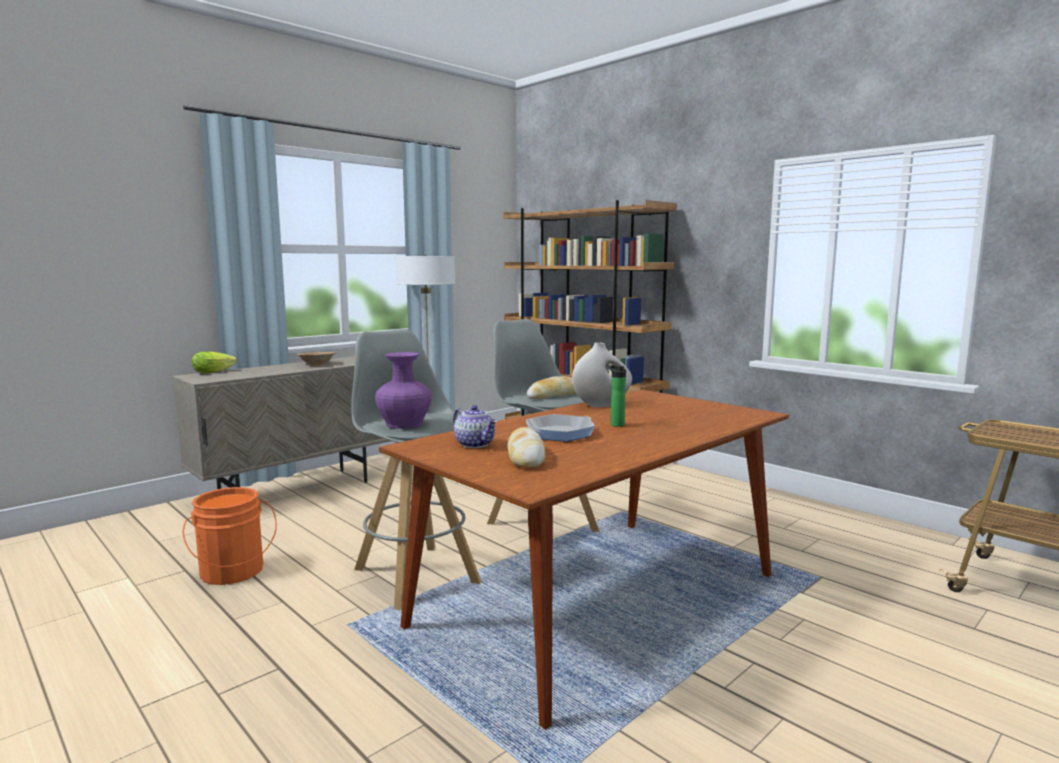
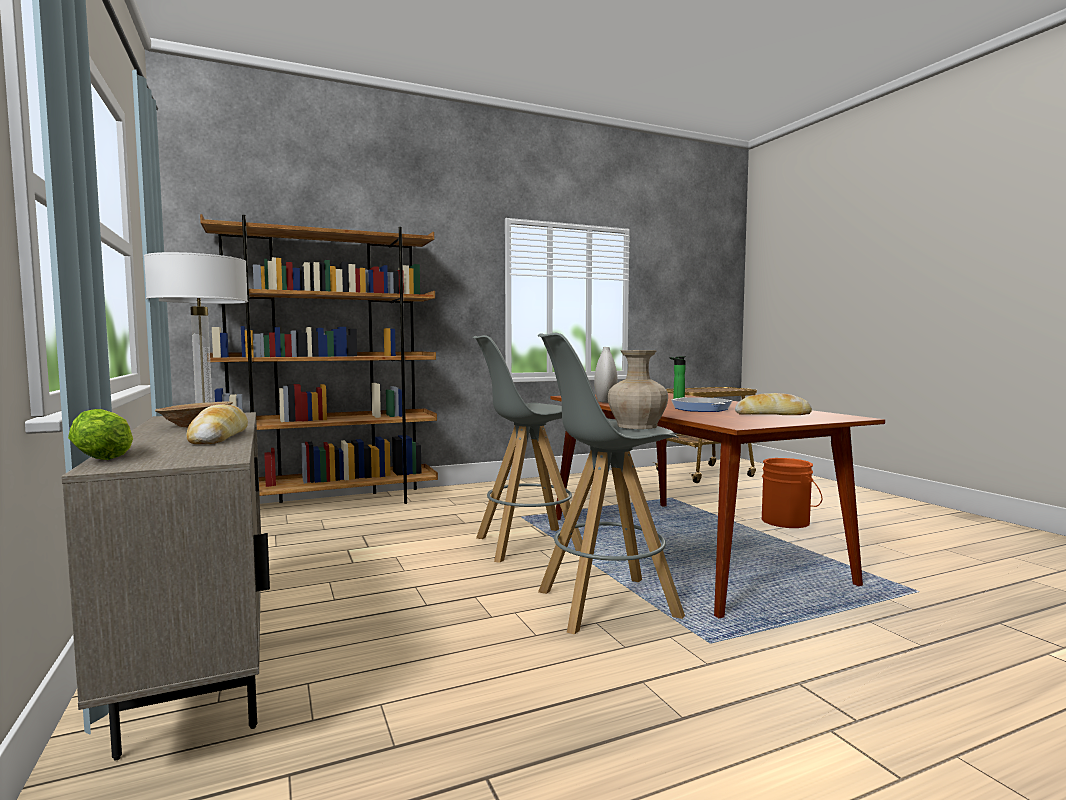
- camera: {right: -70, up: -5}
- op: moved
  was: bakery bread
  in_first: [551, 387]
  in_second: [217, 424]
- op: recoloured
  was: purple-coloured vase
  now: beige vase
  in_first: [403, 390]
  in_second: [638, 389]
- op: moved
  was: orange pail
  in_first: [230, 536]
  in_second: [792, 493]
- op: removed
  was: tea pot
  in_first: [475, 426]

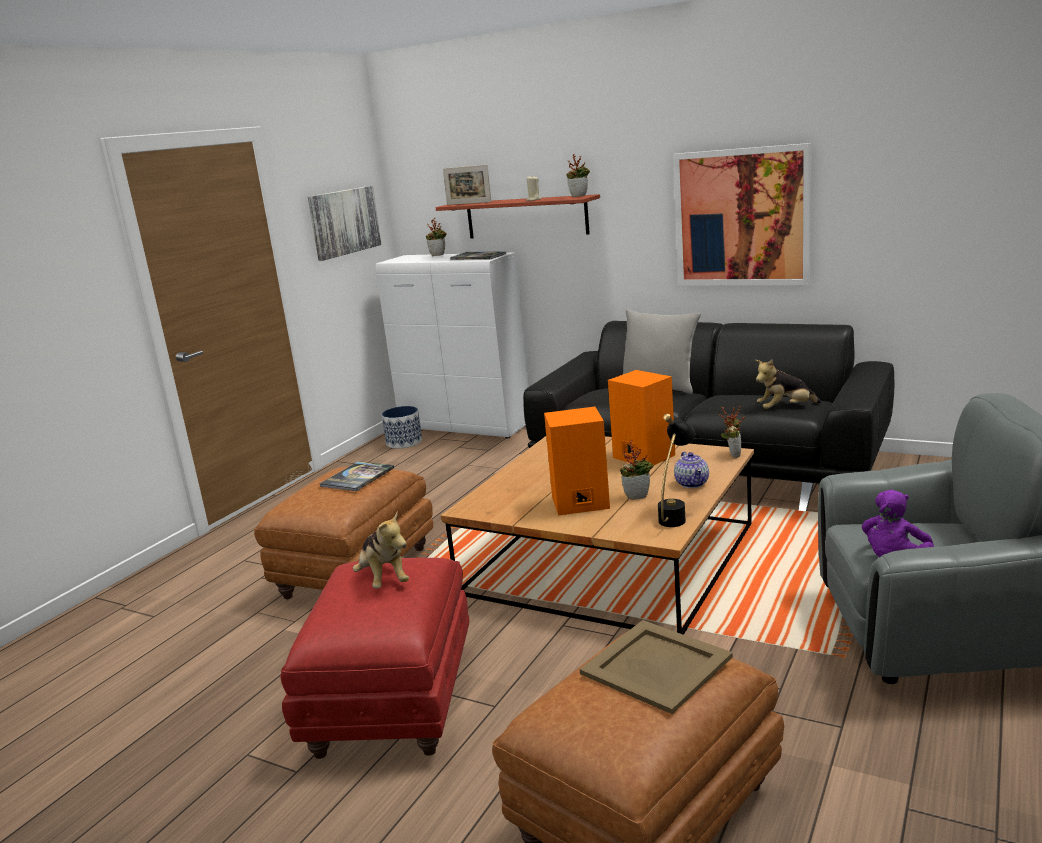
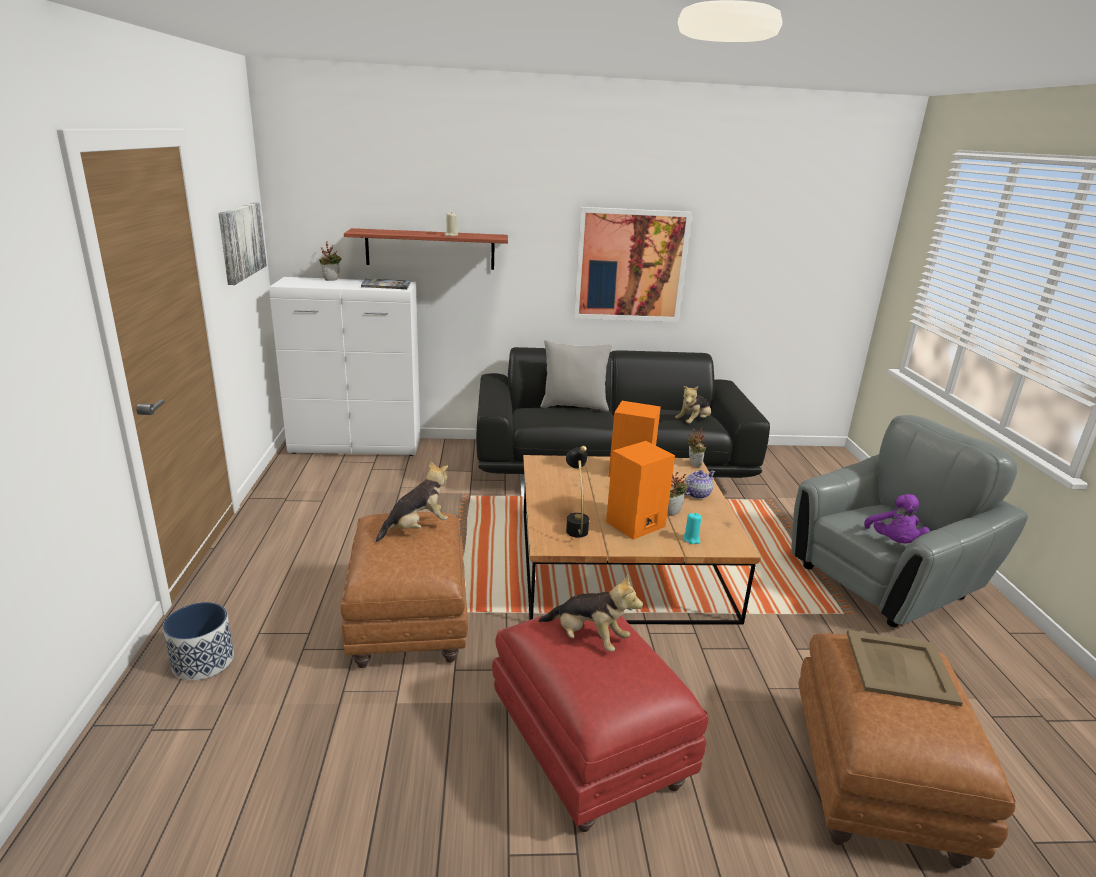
- camera: {right: -35, up: 5}
- op: moved
  was: flower pot
  in_first: [402, 427]
  in_second: [198, 641]
- op: replaced
  was: book
  now: soft toy
  in_first: [356, 476]
  in_second: [412, 501]
- op: moved
  was: black-coloured table lamp
  in_first: [676, 470]
  in_second: [577, 492]
- op: added
  now: turquoise wax candle
  in_second: [692, 528]
- op: turned
  was: tea pot
  in_first: [691, 469]
  in_second: [700, 484]
  clockwise: -90
- op: removed
  was: picture frame
  in_first: [467, 185]
- op: removed
  was: houseplant
  in_first: [578, 175]

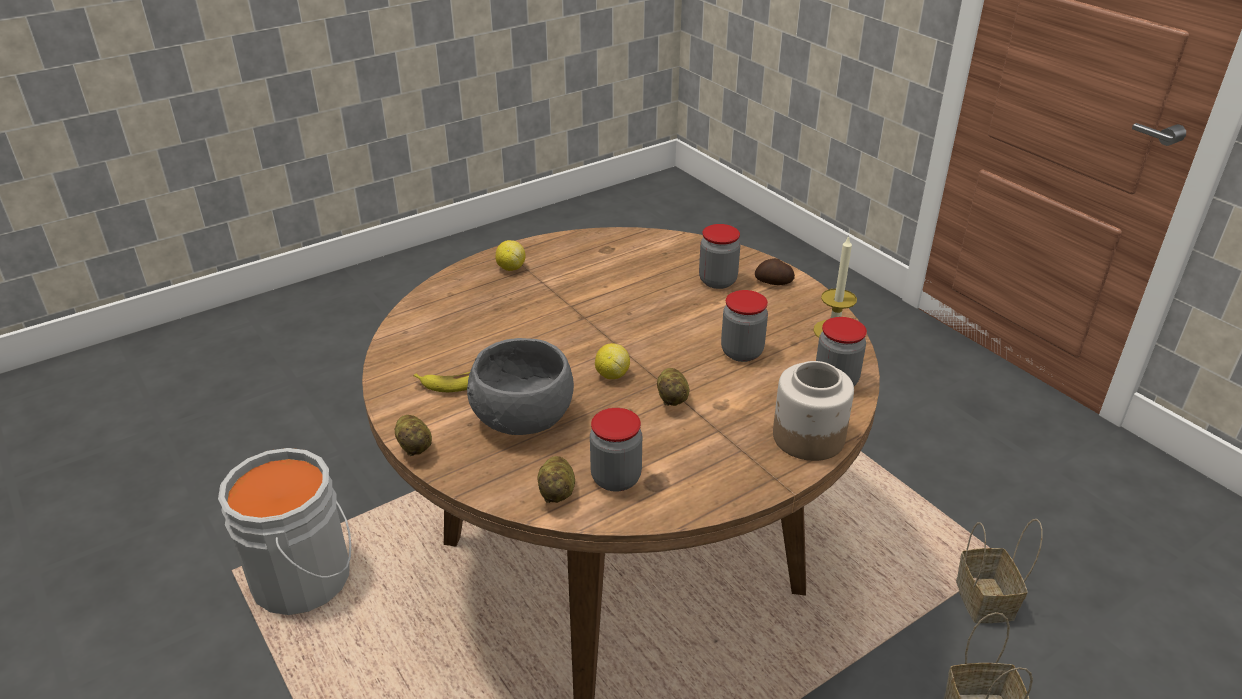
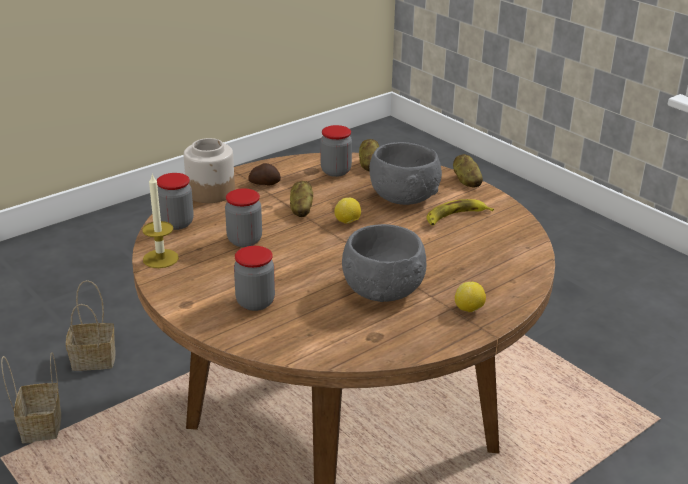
- camera: {right: 175, up: -5}
- op: moved
  was: spud
  in_first: [775, 271]
  in_second: [264, 174]
- op: added
  now: grey deep dish
  in_second: [384, 263]
- op: removed
  was: grey pail
  in_first: [284, 531]

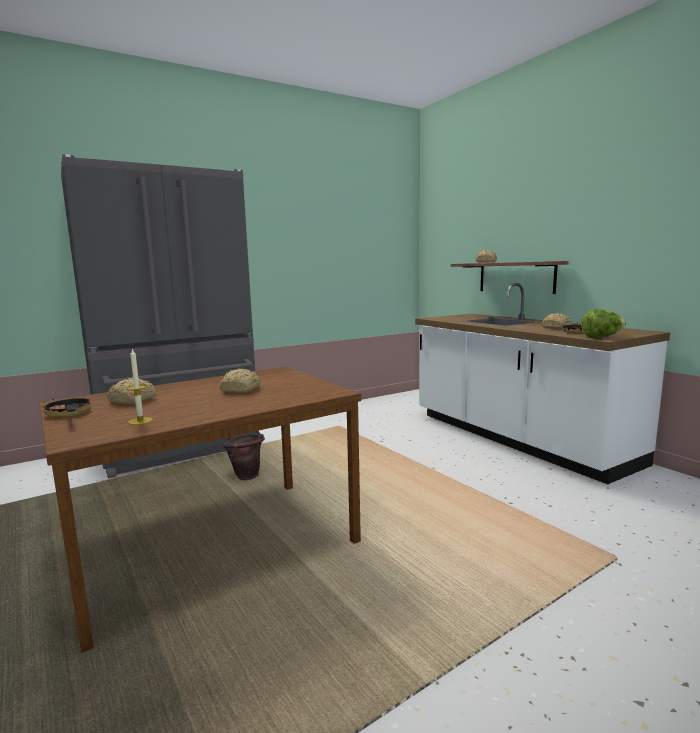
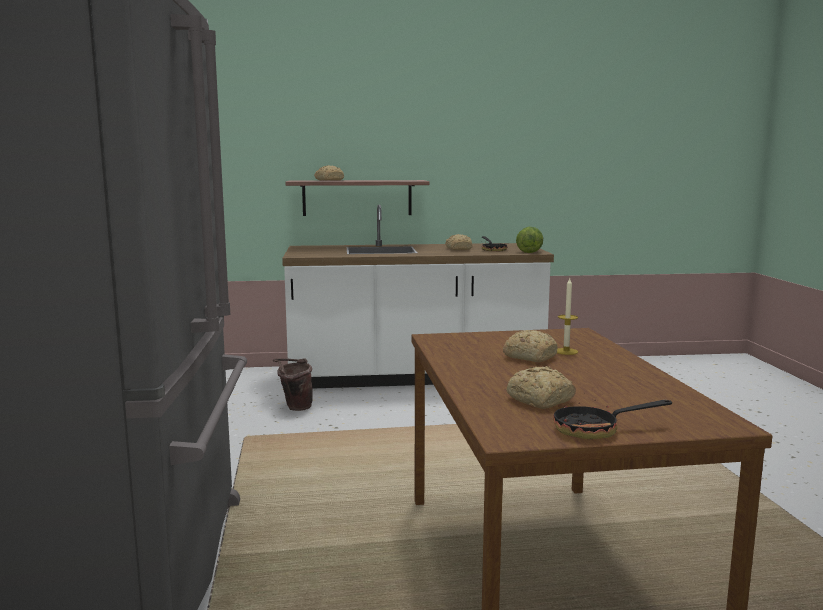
- camera: {right: -65, up: 0}
- op: moved
  was: brownish pail
  in_first: [244, 455]
  in_second: [293, 384]
- op: moved
  was: wax candle
  in_first: [139, 386]
  in_second: [567, 316]

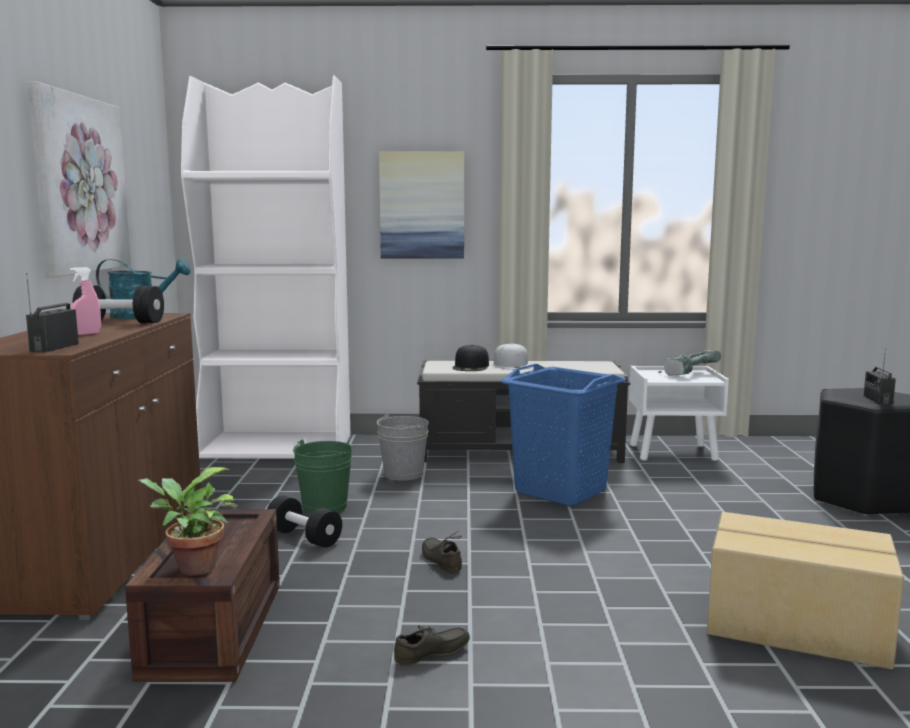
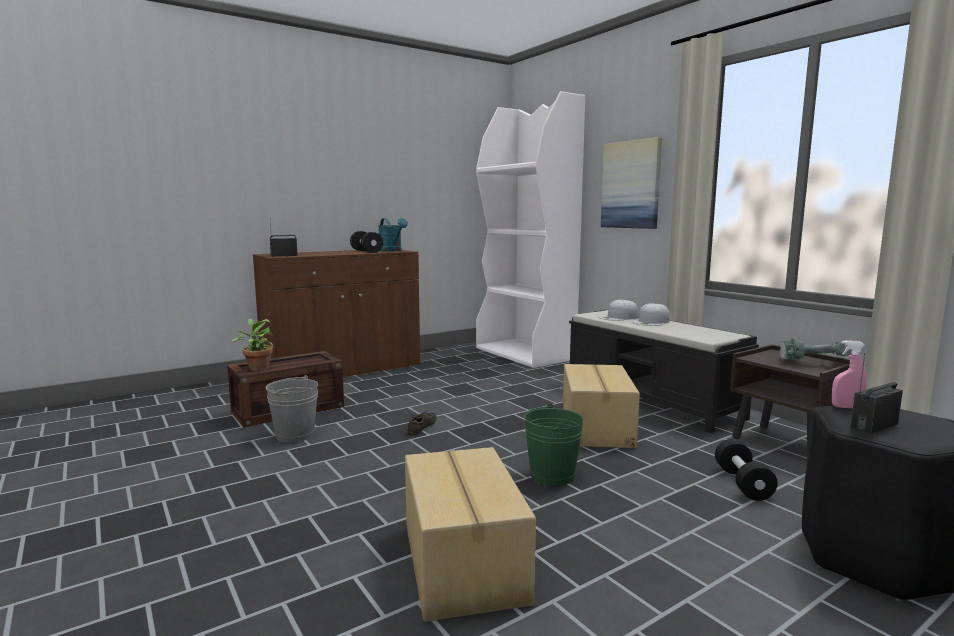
- camera: {right: 55, up: 0}
- op: moved
  was: grey pail
  in_first: [403, 447]
  in_second: [291, 408]
- op: moved
  was: green pail
  in_first: [322, 477]
  in_second: [554, 445]
- op: replaced
  was: blue-coloured laundry basket
  now: packing box
  in_first: [563, 435]
  in_second: [601, 406]
- op: recoloured
  was: black-coloured baseball cap
  now: whitish baseball cap
  in_first: [471, 358]
  in_second: [618, 310]
- op: moved
  was: black-coloured free weight
  in_first: [304, 521]
  in_second: [746, 470]
- op: recoloured
  was: whitish bedside table
  now: brownish bedside table
  in_first: [679, 413]
  in_second: [790, 402]
- op: moved
  was: pink-coloured sprayer
  in_first: [85, 301]
  in_second: [849, 374]
- op: removed
  was: wall art
  in_first: [79, 179]
- op: removed
  was: grey low shoe
  in_first: [432, 646]

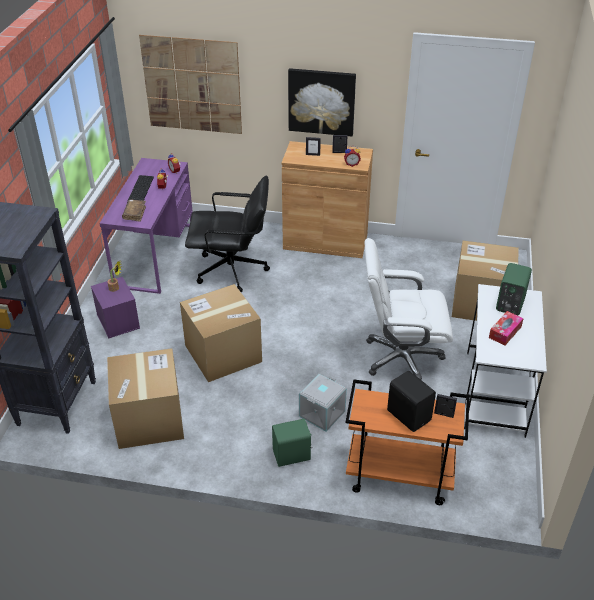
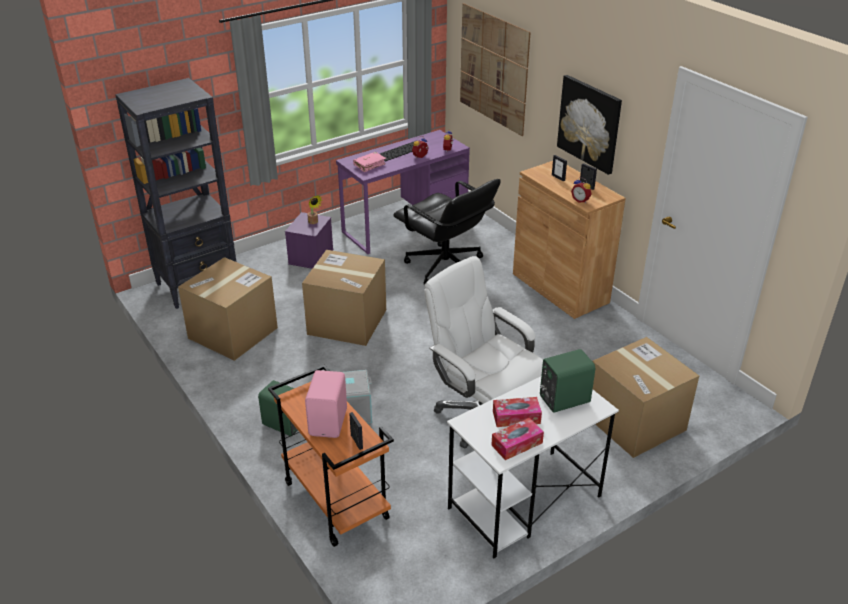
- camera: {right: 45, up: -5}
- op: recoloured
  was: black-coloured loudspeaker
  now: pink-coloured loudspeaker
  in_first: [411, 401]
  in_second: [326, 404]
- op: recoloured
  was: brownish book
  now: pink-coloured book
  in_first: [134, 210]
  in_second: [369, 162]
- op: added
  now: tissue holder
  in_second: [517, 439]

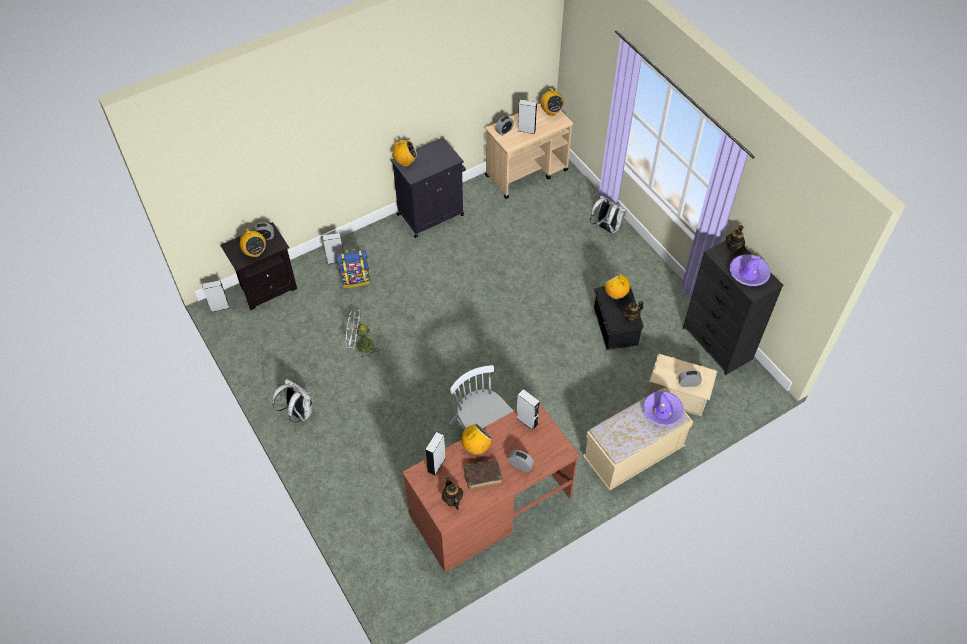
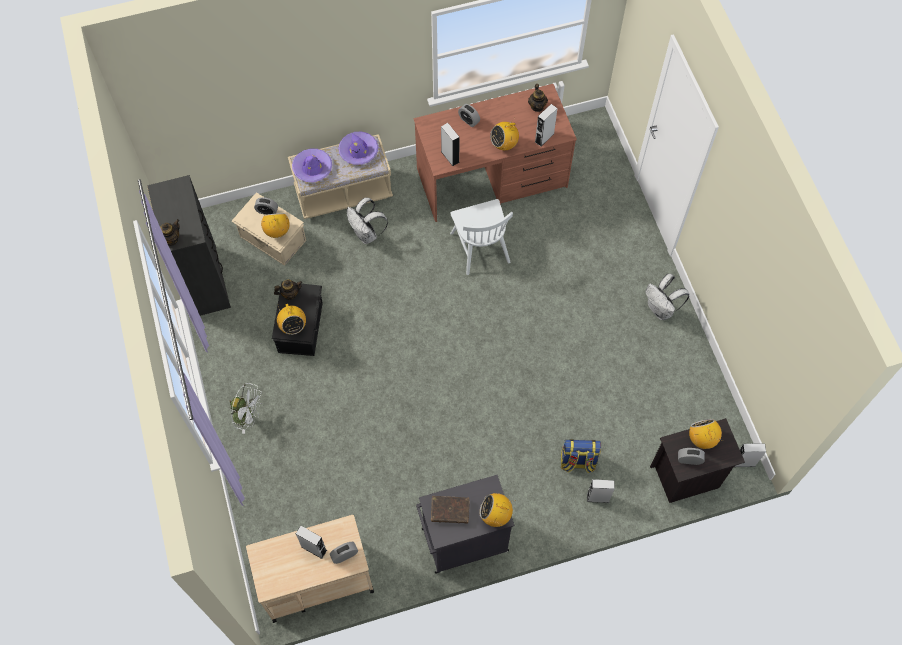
- camera: {right: -165, up: 10}
- op: moved
  was: whitish electric fan
  in_first: [362, 333]
  in_second: [245, 408]
- op: moved
  was: radio
  in_first: [552, 102]
  in_second: [275, 225]
- op: moved
  was: purple-coloured hat
  in_first: [750, 270]
  in_second: [358, 148]
- op: moved
  was: whitish rucksack
  in_first: [608, 214]
  in_second: [367, 221]
- op: moved
  was: brownish book
  in_first: [483, 474]
  in_second: [450, 510]

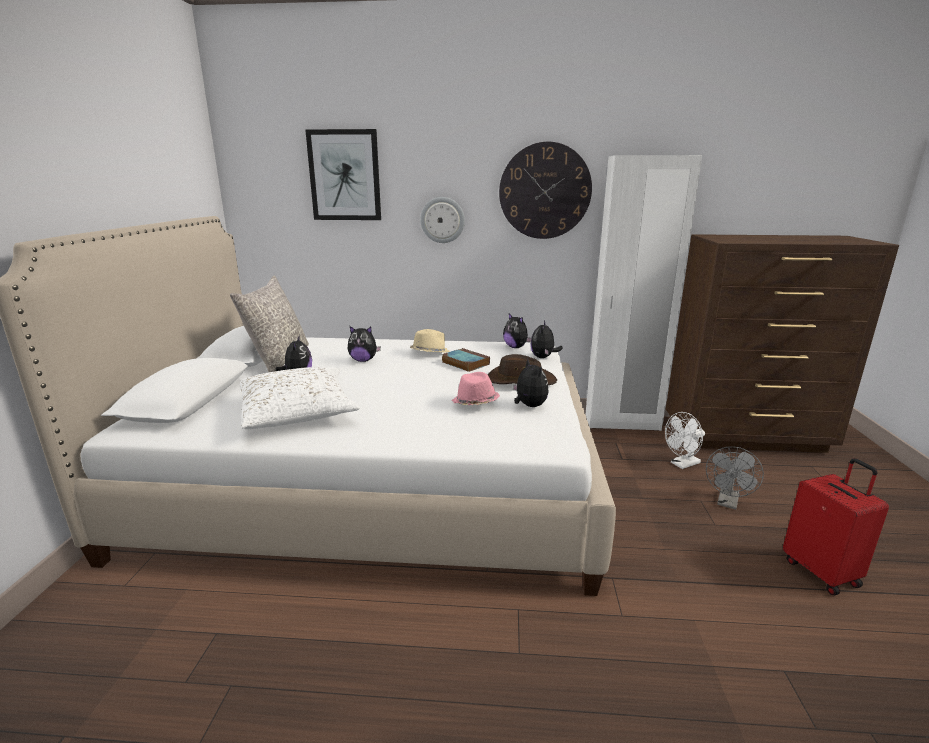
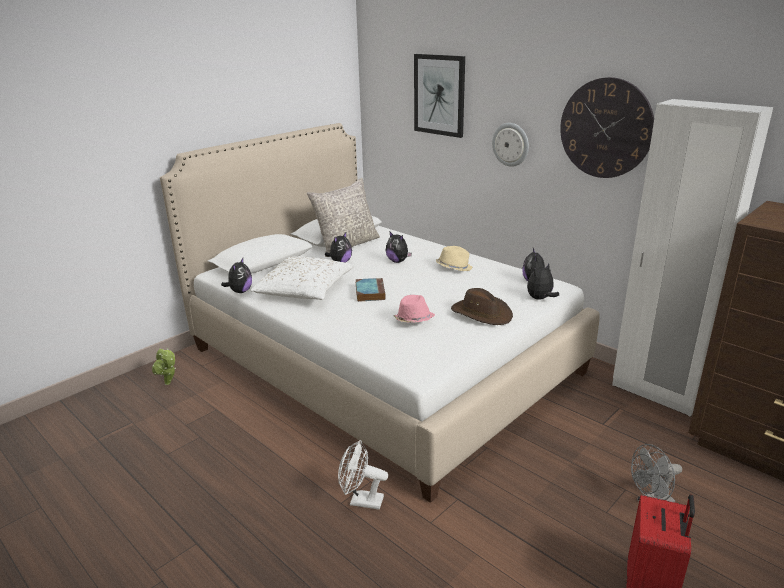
- camera: {right: 40, up: 5}
- op: added
  now: houseplant
  in_second: [164, 366]
- op: moved
  was: soft toy
  in_first: [531, 383]
  in_second: [236, 275]
- op: moved
  was: whitish electric fan
  in_first: [685, 440]
  in_second: [363, 474]
- op: moved
  was: book
  in_first: [466, 360]
  in_second: [370, 290]

